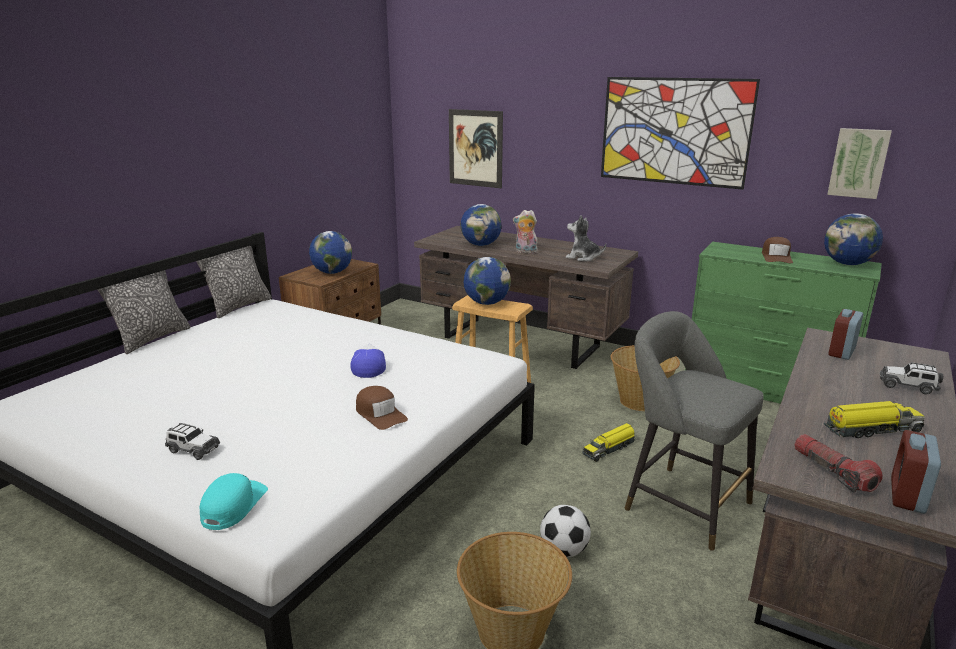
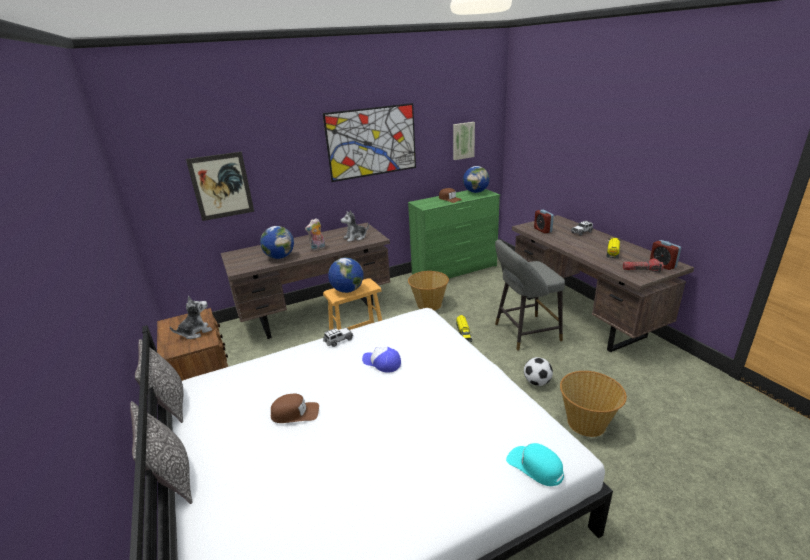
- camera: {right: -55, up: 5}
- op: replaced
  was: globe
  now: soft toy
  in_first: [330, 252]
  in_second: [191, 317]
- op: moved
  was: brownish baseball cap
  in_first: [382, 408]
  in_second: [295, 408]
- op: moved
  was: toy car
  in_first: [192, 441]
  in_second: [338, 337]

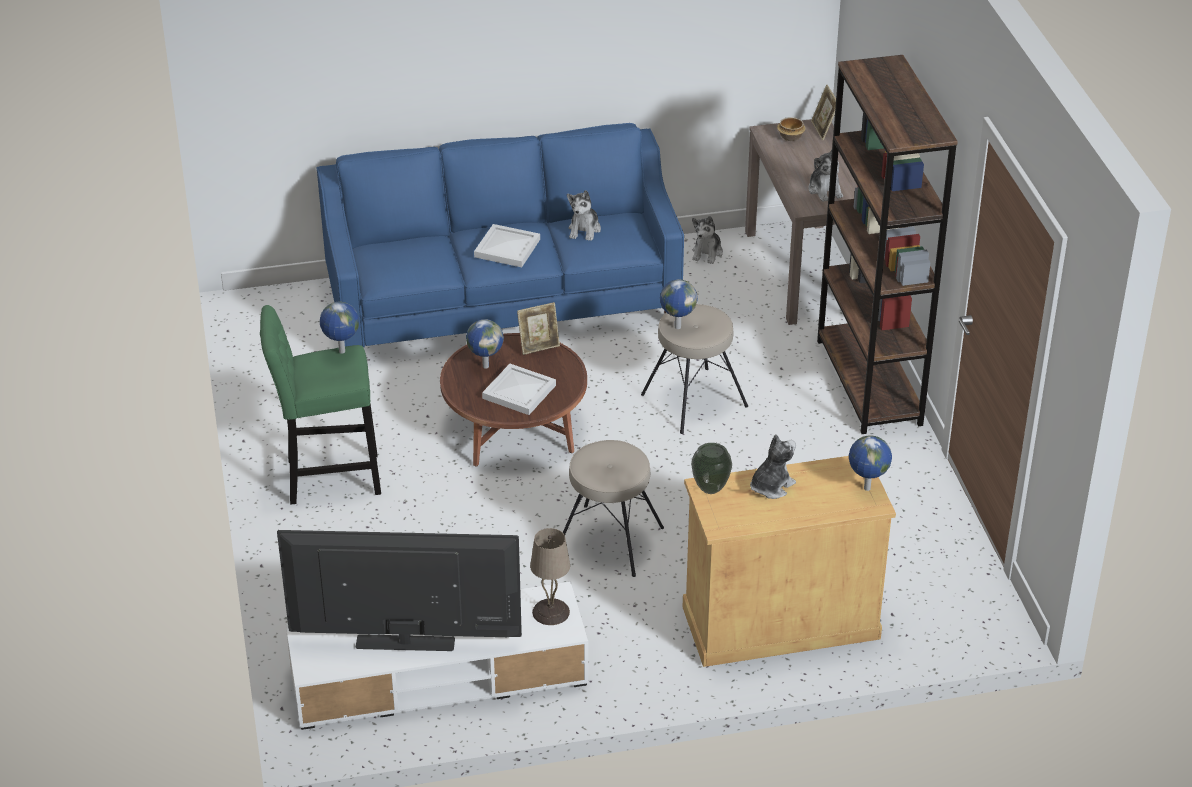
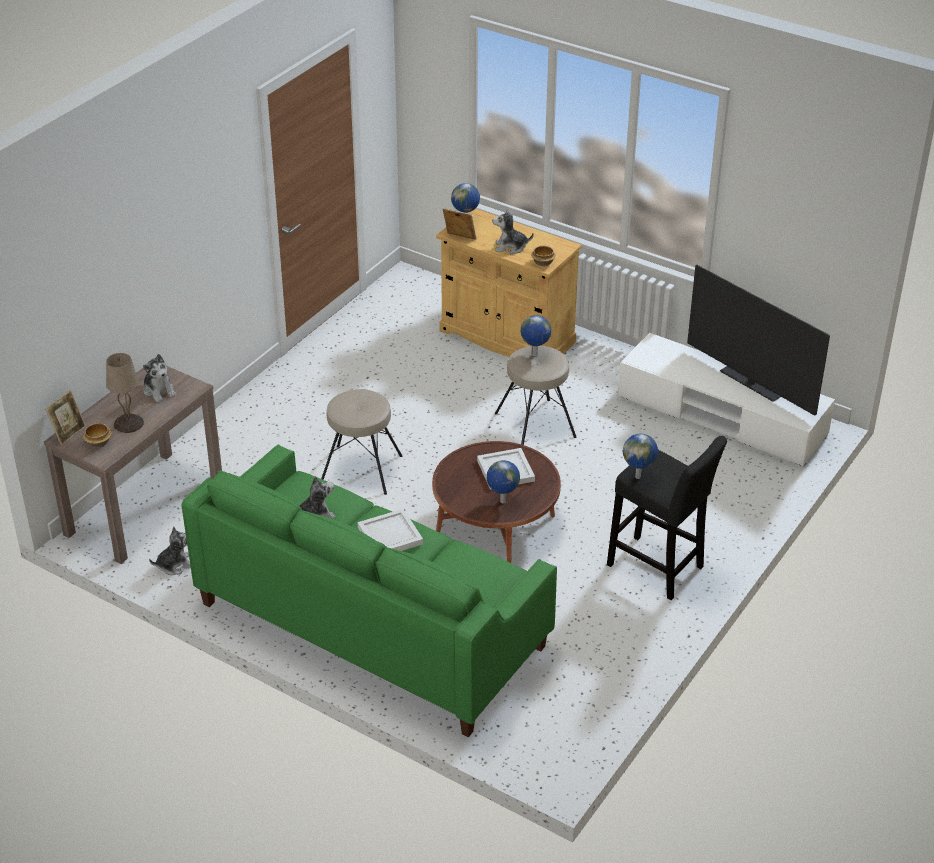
- camera: {right: -135, up: 0}
- op: moved
  was: beige table lamp
  in_first: [550, 576]
  in_second: [125, 393]
- op: turned
  was: soft toy
  in_first: [825, 176]
  in_second: [159, 378]
  clockwise: 120
- op: recoloured
  was: blue-coloured settee
  now: green settee
  in_first: [500, 235]
  in_second: [369, 591]
- op: moved
  was: picture frame
  in_first: [538, 328]
  in_second: [460, 224]
- op: moved
  was: globe
  in_first: [679, 304]
  in_second: [536, 335]
- op: replaced
  was: vase
  now: deep dish
  in_first: [711, 468]
  in_second: [543, 256]
- op: recoloured
  was: green sitting stool
  now: black-coloured sitting stool
  in_first: [320, 404]
  in_second: [667, 518]
- op: removed
  was: brownish bookshelf
  in_first: [887, 244]

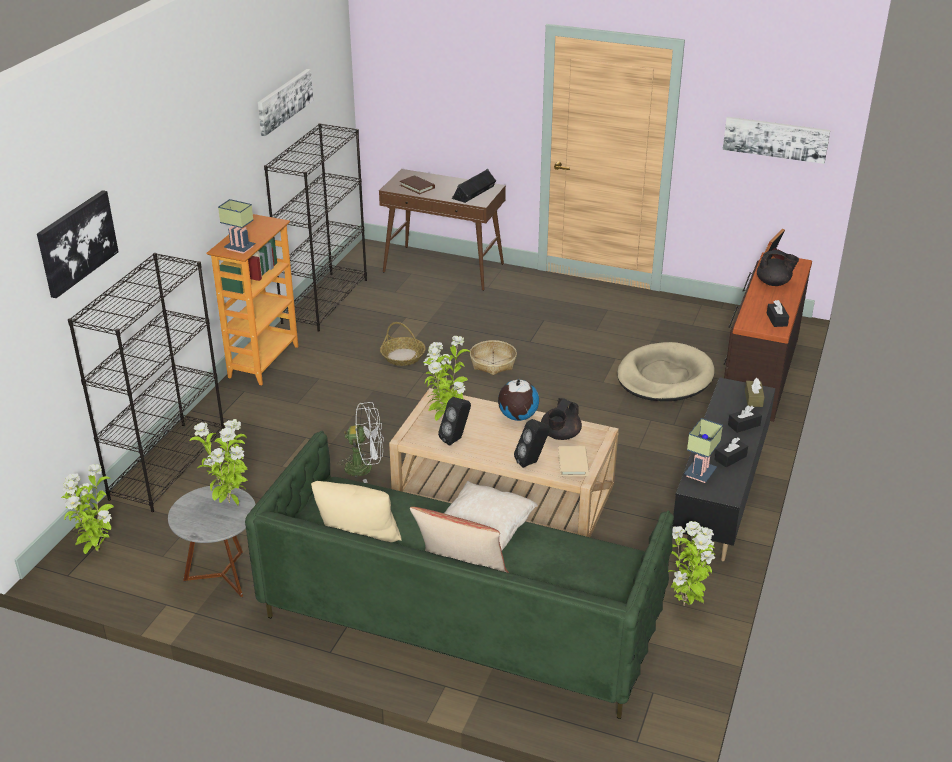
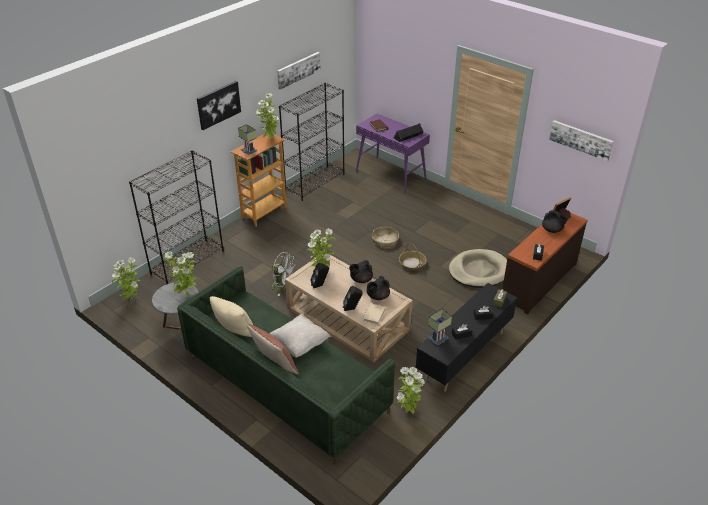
- camera: {right: 20, up: 5}
- op: moved
  was: wall art
  in_first: [78, 244]
  in_second: [219, 105]
- op: added
  now: houseplant
  in_second: [267, 116]
- op: replaced
  was: globe
  now: black-coloured tea pot
  in_first: [518, 400]
  in_second: [361, 271]
- op: recoloured
  was: brownish console table
  now: purple-coloured console table
  in_first: [442, 230]
  in_second: [393, 153]
- op: moved
  was: household basket
  in_first: [403, 344]
  in_second: [413, 256]

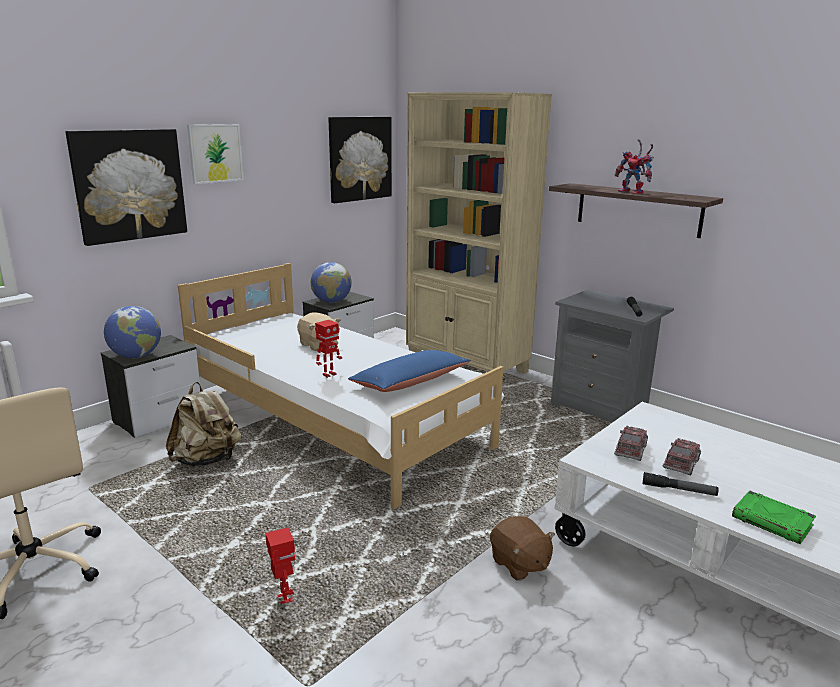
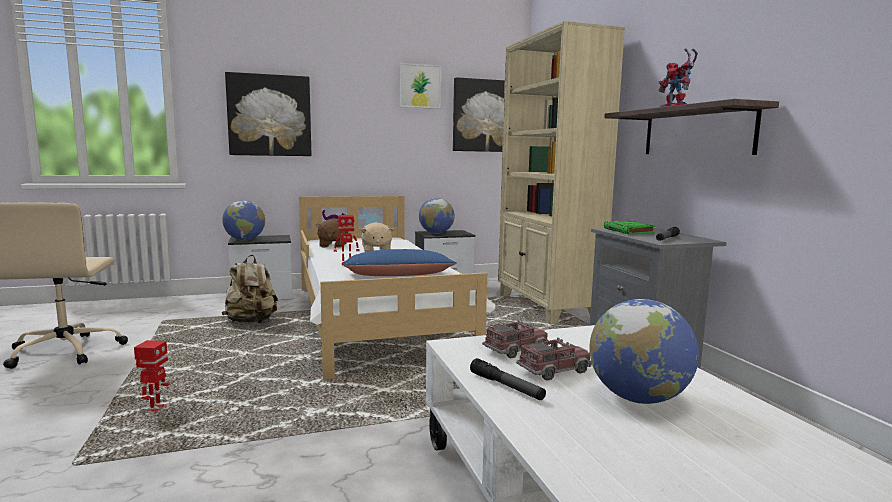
- camera: {right: 30, up: -10}
- op: moved
  was: brownish soft toy
  in_first: [522, 548]
  in_second: [331, 233]
- op: moved
  was: wall art
  in_first: [215, 154]
  in_second: [420, 86]
- op: added
  now: globe
  in_second: [644, 351]
- op: moved
  was: green book
  in_first: [774, 517]
  in_second: [629, 227]

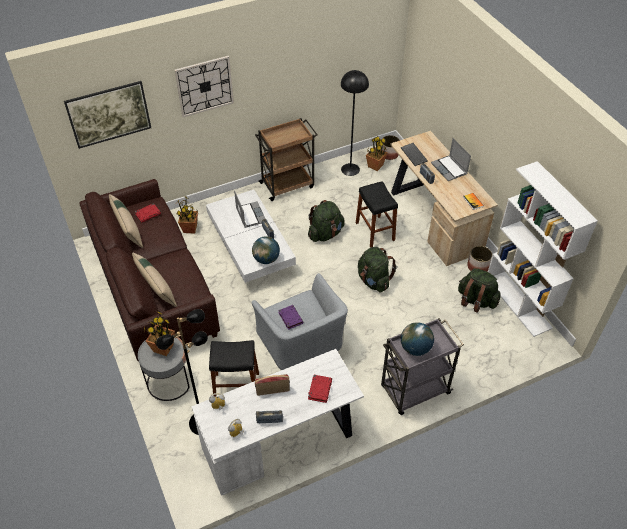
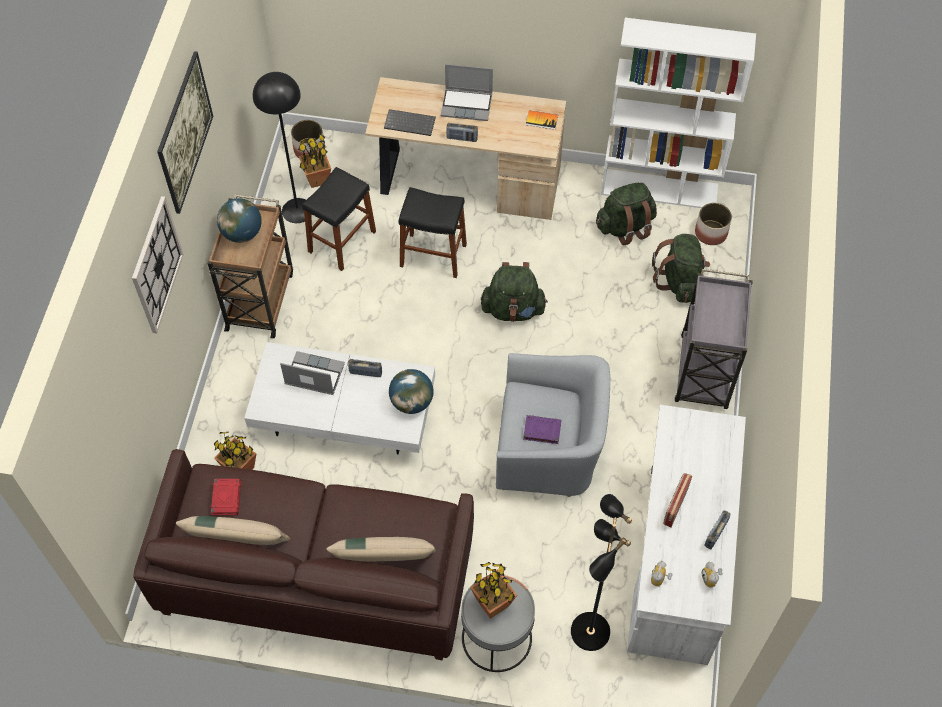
- camera: {right: -55, up: 10}
- op: moved
  was: wall art
  in_first: [107, 115]
  in_second: [185, 132]
- op: moved
  was: globe
  in_first: [417, 339]
  in_second: [239, 220]
- op: moved
  was: black-coloured sitting stool
  in_first: [234, 368]
  in_second: [339, 219]
- op: moved
  was: green rucksack
  in_first: [326, 221]
  in_second: [681, 268]
- op: moved
  was: flower pot
  in_first: [479, 259]
  in_second: [713, 224]
- op: removed
  was: reddish book
  in_first: [320, 389]

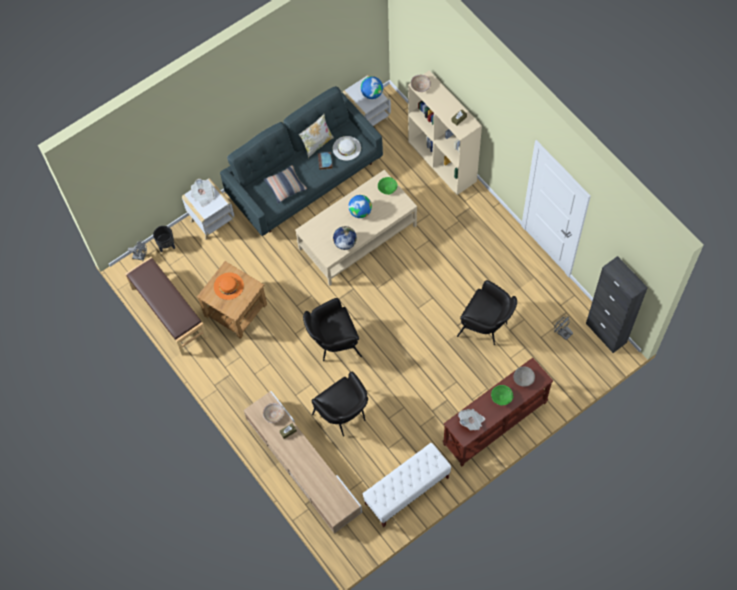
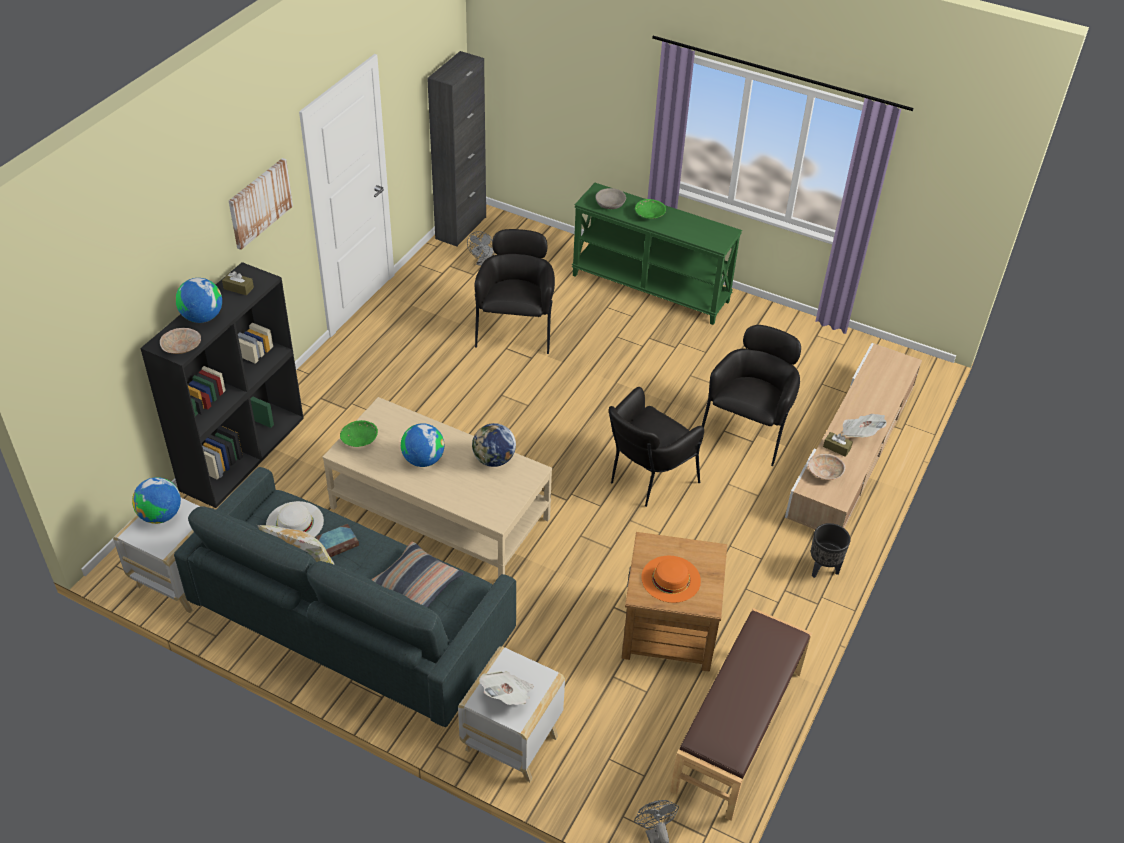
- camera: {right: -120, up: -20}
- op: recoloured
  was: beige bookshelf
  now: black-coloured bookshelf
  in_first: [445, 132]
  in_second: [222, 385]
- op: added
  now: globe
  in_second: [198, 300]
- op: added
  now: wall art
  in_second: [261, 204]
- op: recoloured
  was: brownish console table
  now: green console table
  in_first: [498, 412]
  in_second: [657, 254]
- op: turned
  was: black-coloured armchair
  in_first: [332, 329]
  in_second: [656, 447]
  clockwise: 90
- op: moved
  was: black-coloured flower pot
  in_first: [164, 239]
  in_second: [831, 550]
- op: moved
  was: daily paper
  in_first: [471, 419]
  in_second: [864, 426]
- op: removed
  was: whitish indoor bench
  in_first: [407, 485]

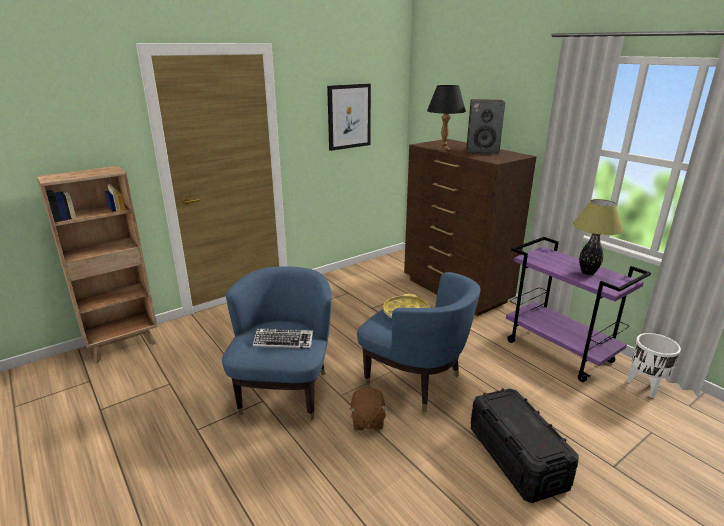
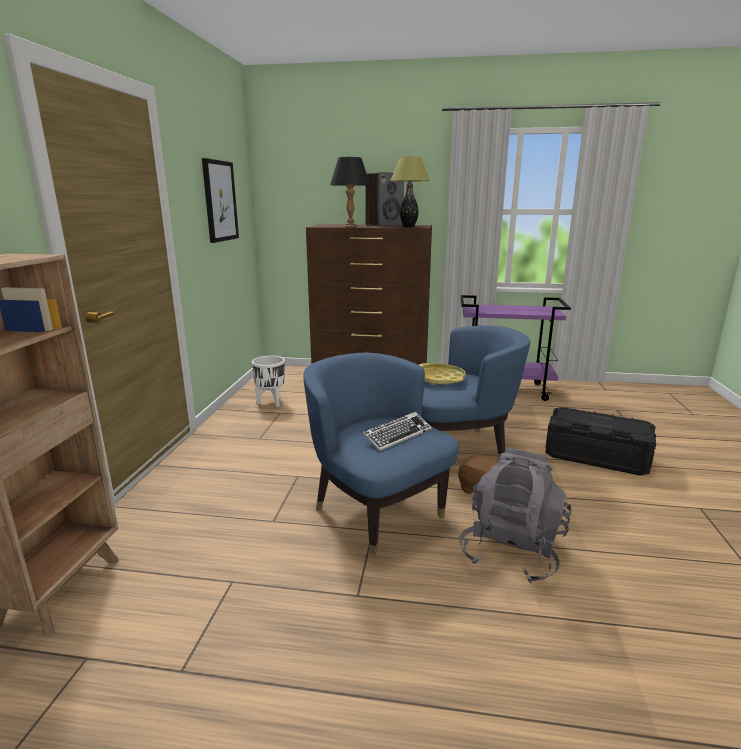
- camera: {right: -45, up: -5}
- op: moved
  was: whitish flower pot
  in_first: [654, 365]
  in_second: [268, 381]
- op: moved
  was: table lamp
  in_first: [598, 237]
  in_second: [410, 191]
- op: added
  now: grey rucksack
  in_second: [515, 515]

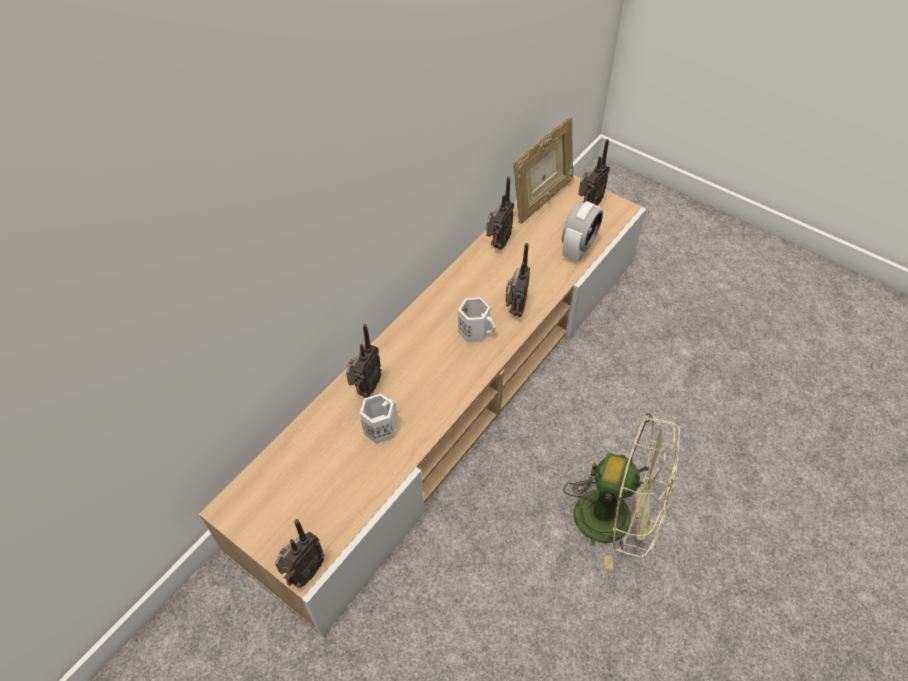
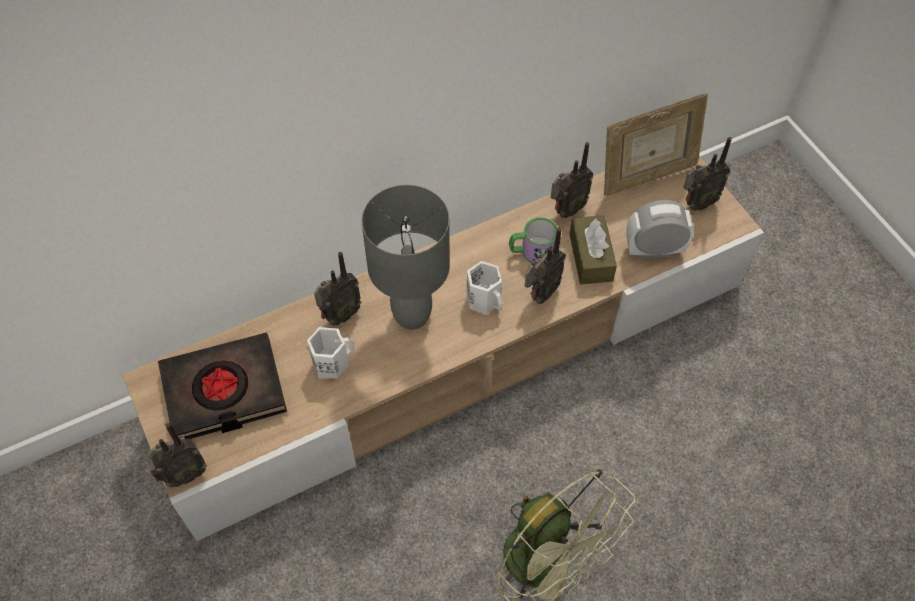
- camera: {right: 25, up: 5}
- op: added
  now: black-coloured book
  in_second: [222, 385]
- op: added
  now: grey table lamp
  in_second: [406, 257]
- op: added
  now: coffee mug
  in_second: [533, 240]
- op: added
  now: brownish tissue holder
  in_second: [593, 249]
- op: turned
  was: bedside clock
  in_first: [582, 231]
  in_second: [660, 229]
  clockwise: -150

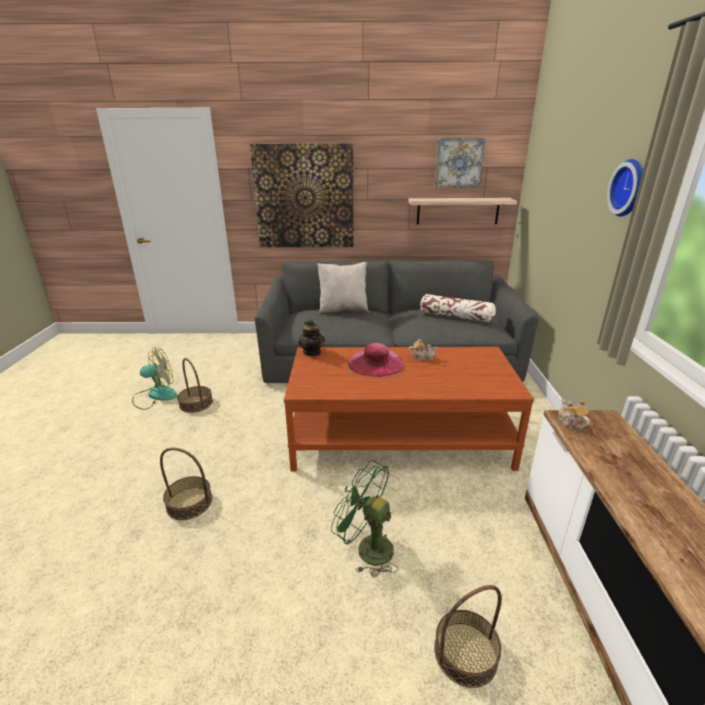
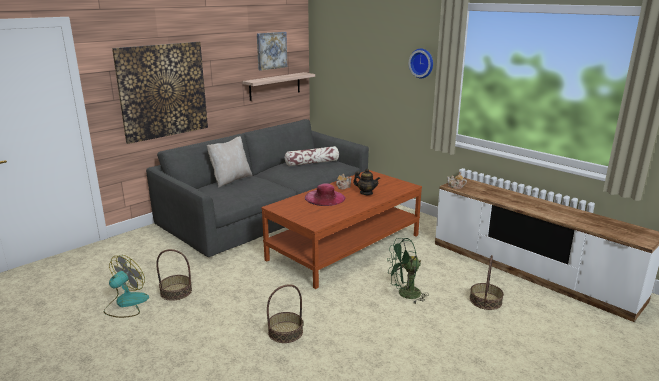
- camera: {right: -45, up: -5}
- op: moved
  was: tea pot
  in_first: [311, 338]
  in_second: [366, 182]

